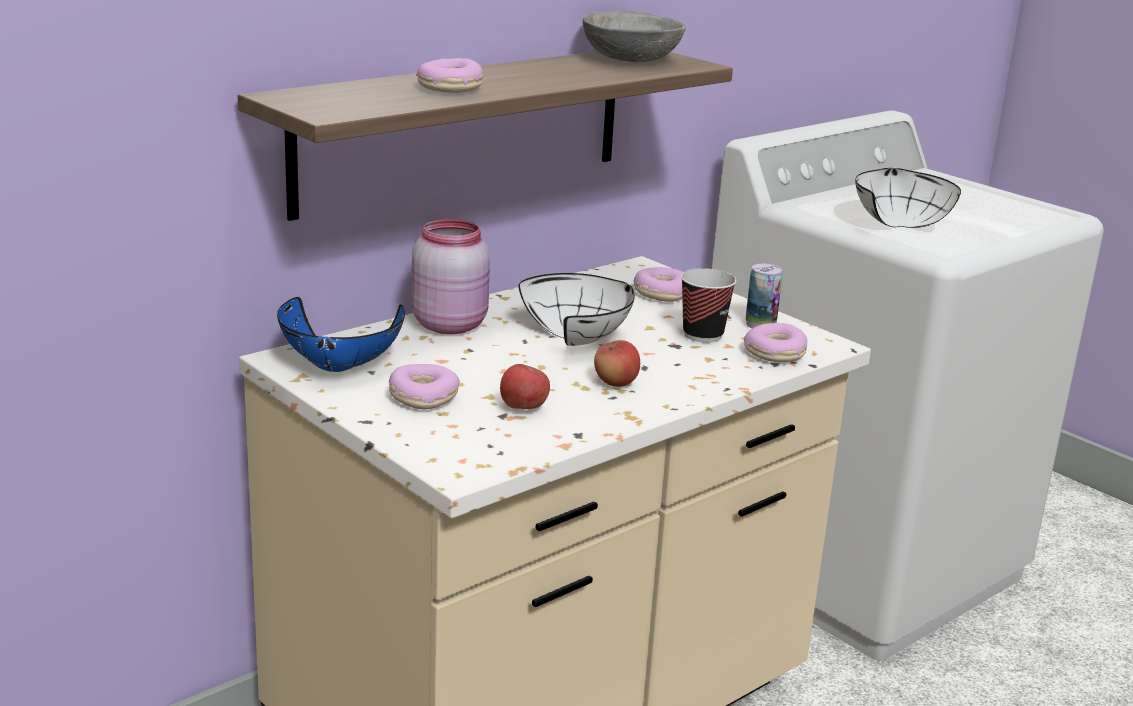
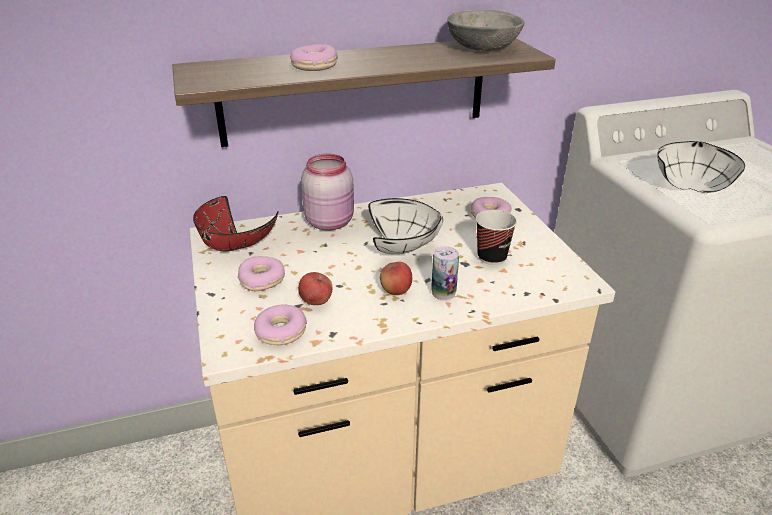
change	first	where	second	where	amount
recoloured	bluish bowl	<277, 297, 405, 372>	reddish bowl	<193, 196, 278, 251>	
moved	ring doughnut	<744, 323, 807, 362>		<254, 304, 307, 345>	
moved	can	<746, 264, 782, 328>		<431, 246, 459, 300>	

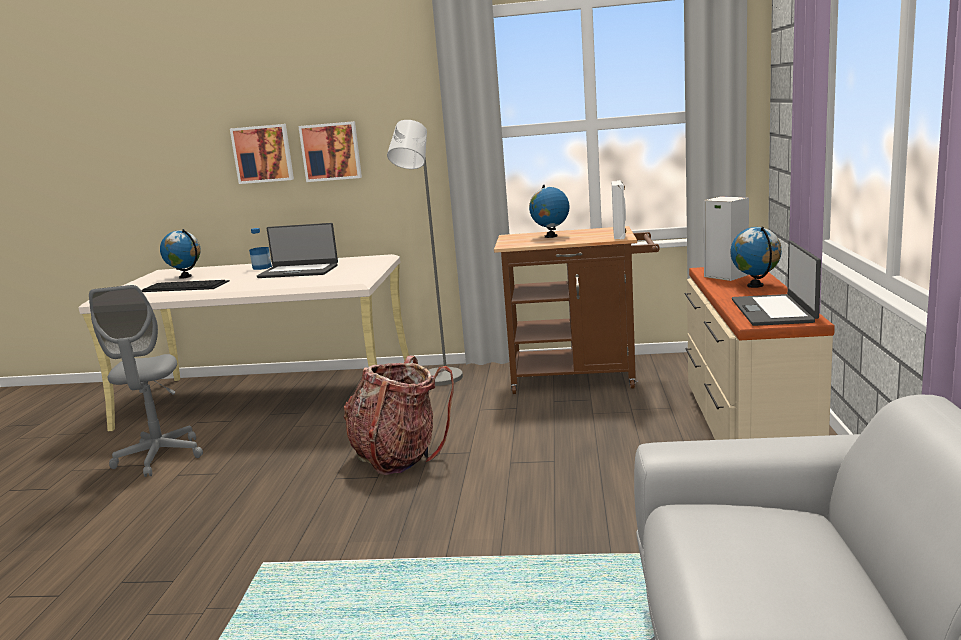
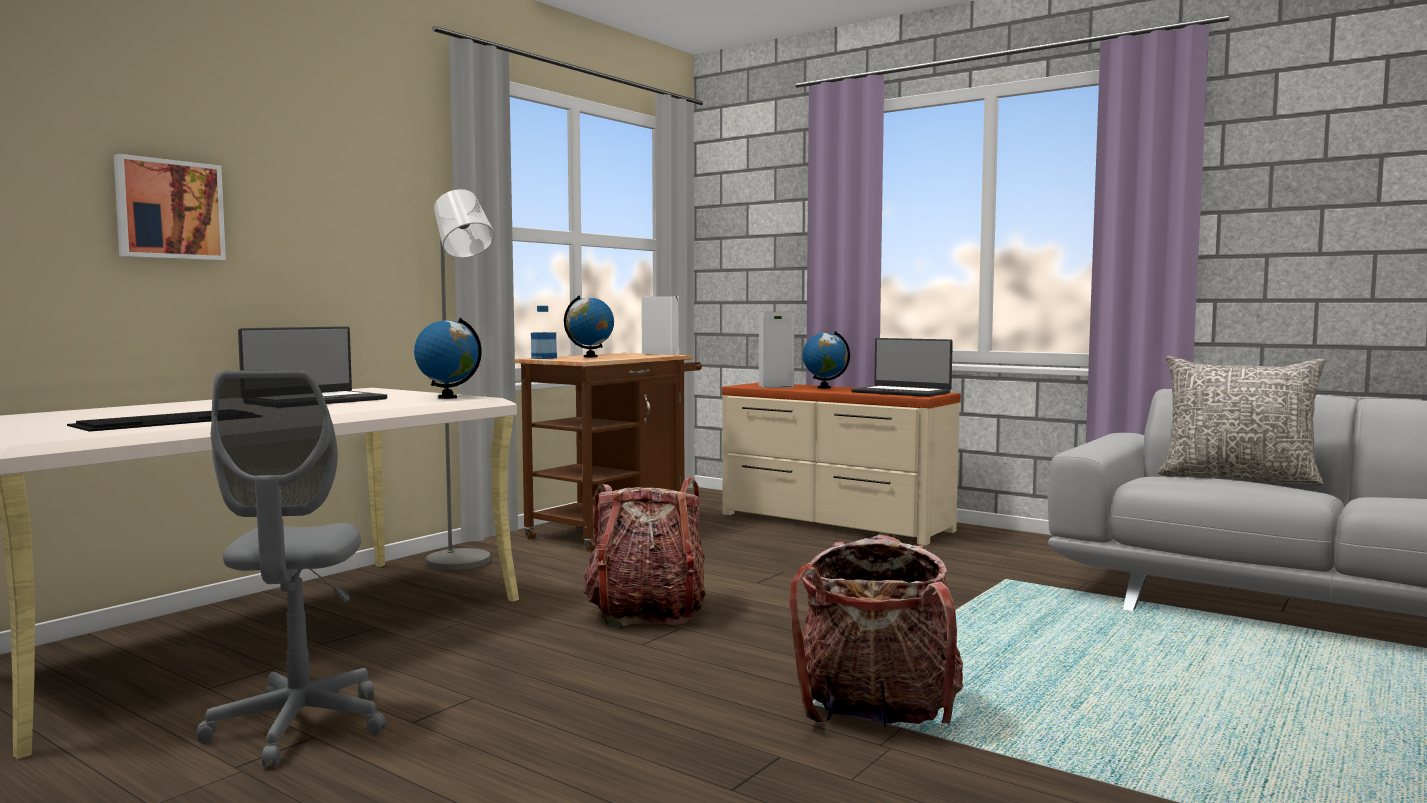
change	first	where	second	where	amount
turned	grey desk chair	<89, 285, 203, 477>		<196, 370, 386, 767>	60 degrees clockwise
moved	desk globe	<160, 229, 201, 279>		<414, 318, 482, 399>	
moved	beverage bottle	<249, 228, 272, 270>		<531, 306, 557, 359>	
added			rucksack	<789, 535, 963, 727>	
added			grey cushion	<1157, 356, 1325, 486>	
removed	wall picture	<298, 121, 362, 182>			

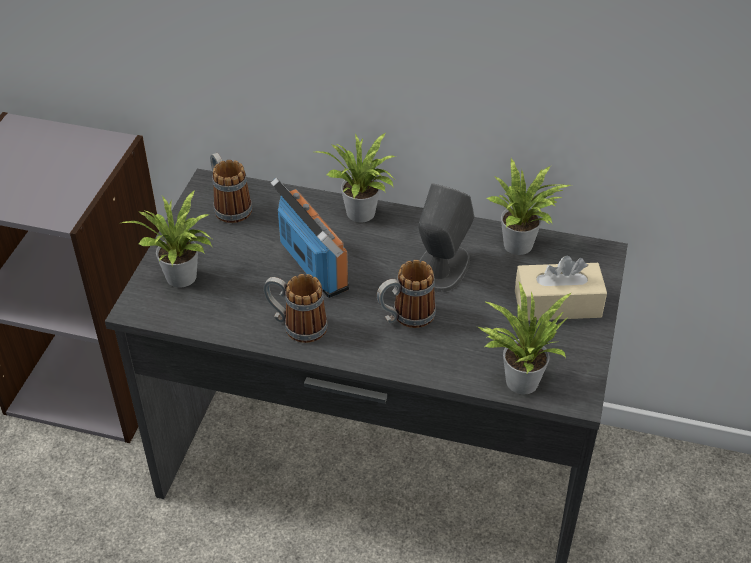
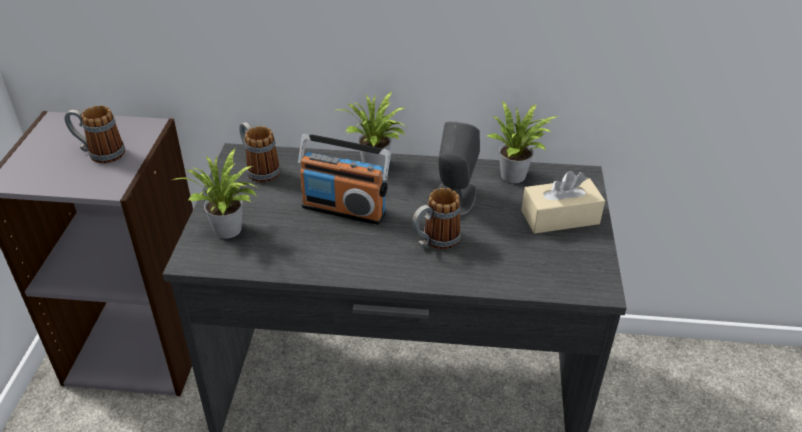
change	first	where	second	where	amount
moved	mug	<263, 274, 328, 343>		<65, 105, 125, 163>	
turned	radio set	<271, 178, 349, 298>		<298, 134, 391, 225>	150 degrees clockwise
removed	houseplant	<478, 282, 571, 394>			

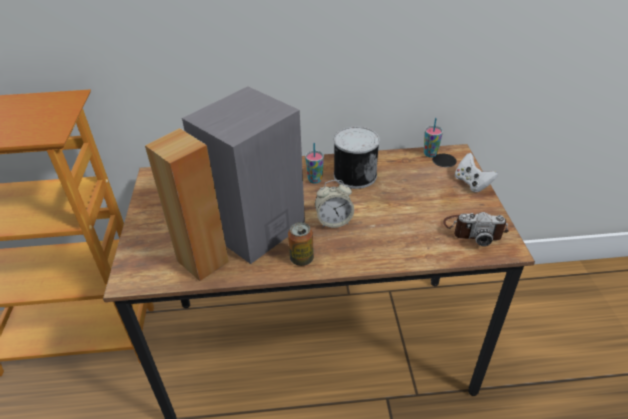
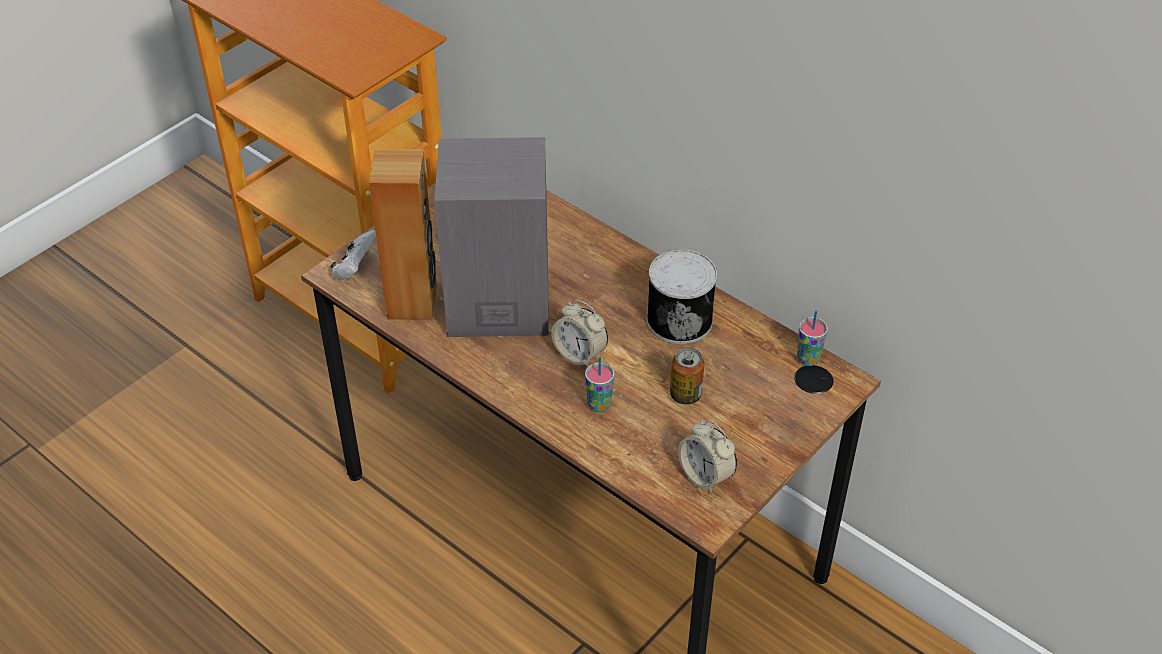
change	first	where	second	where	amount
moved	white gamepad	<455, 153, 498, 192>		<330, 230, 377, 280>	
moved	drinking cup	<305, 143, 324, 184>		<585, 356, 614, 412>	
moved	can	<288, 222, 314, 266>		<670, 348, 704, 405>	
replaced	still camera	<443, 212, 509, 246>	table clock	<678, 420, 737, 493>	

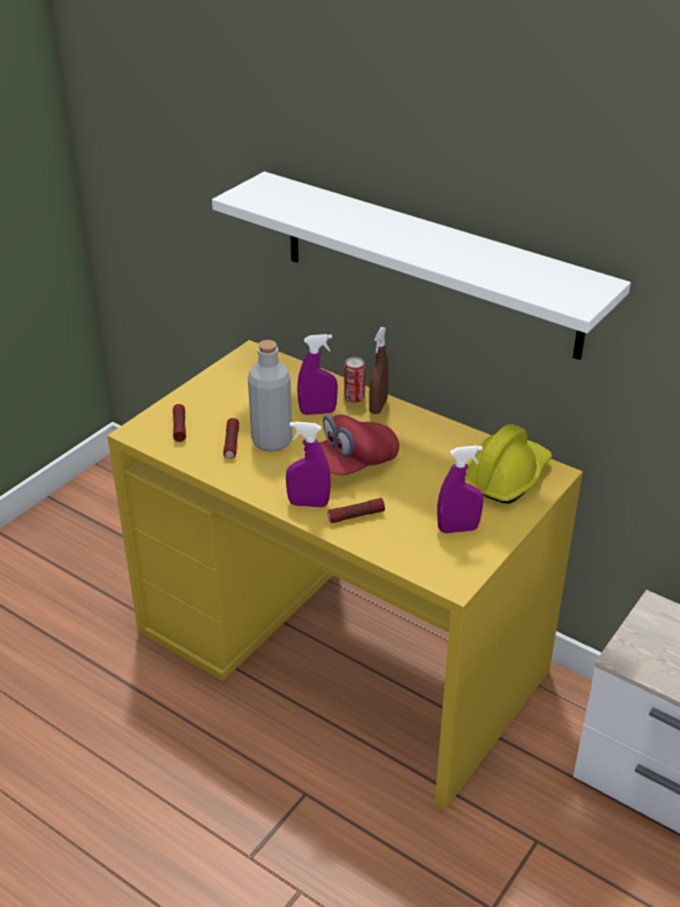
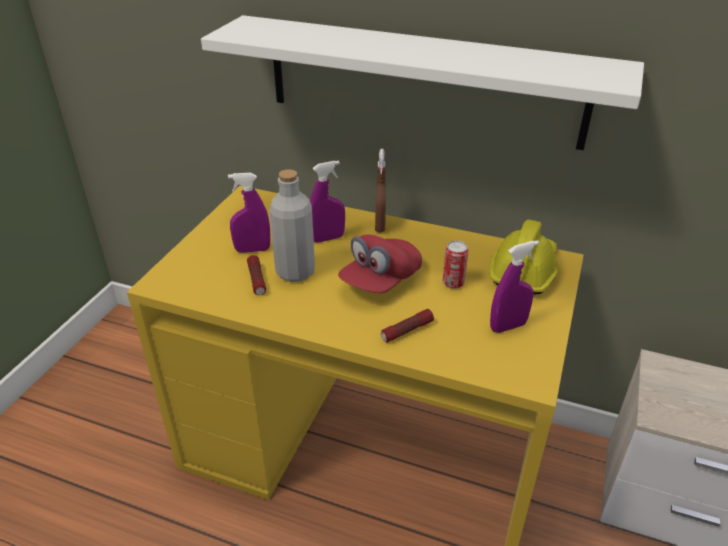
change	first	where	second	where	amount
moved	purplish sprayer	<286, 422, 331, 507>		<228, 173, 271, 253>	
moved	can	<344, 357, 366, 403>		<443, 240, 468, 289>	
removed	hand torch	<173, 404, 186, 442>			

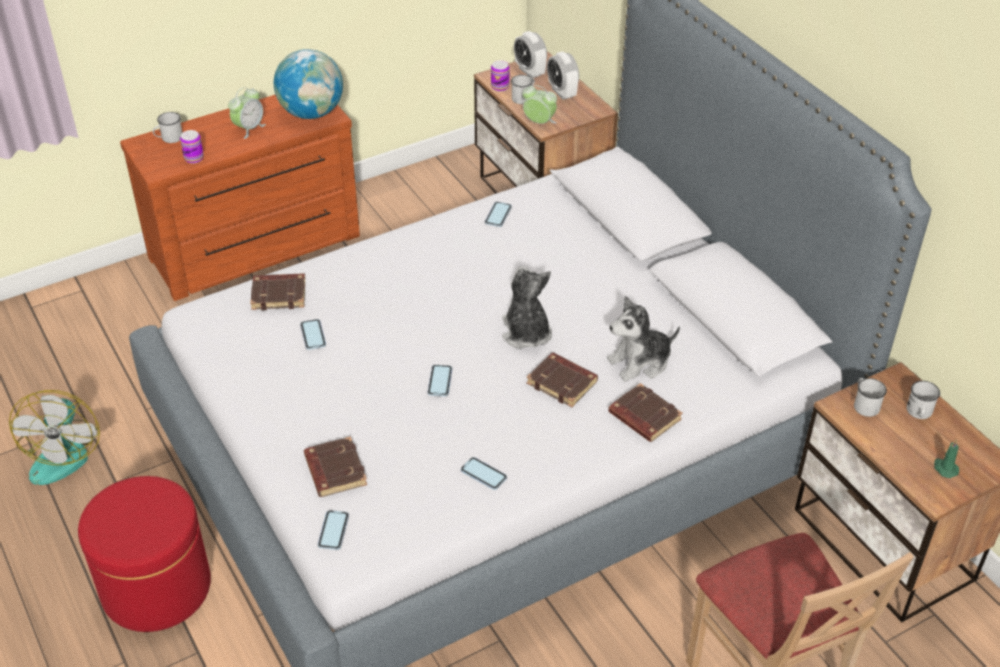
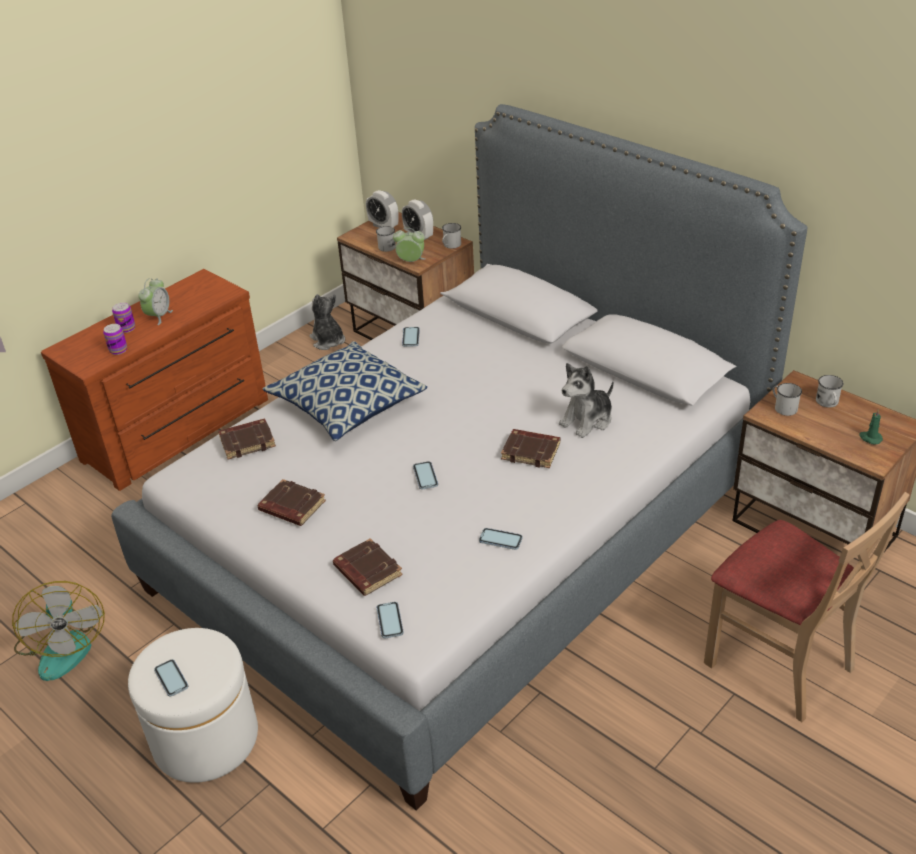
change	first	where	second	where	amount
moved	can	<491, 60, 509, 91>		<112, 302, 135, 333>	
recoloured	reddish footrest	<78, 476, 211, 632>	white footrest	<128, 628, 258, 783>	
moved	handset	<300, 319, 326, 350>		<154, 659, 188, 697>	
moved	brownish bound book	<608, 383, 683, 442>		<258, 479, 326, 526>	
added			cushion	<263, 341, 427, 441>	
moved	soft toy	<502, 266, 552, 349>		<310, 294, 345, 350>	
moved	white mug	<153, 112, 183, 143>		<442, 223, 461, 249>	
removed	desk globe	<274, 49, 343, 119>			

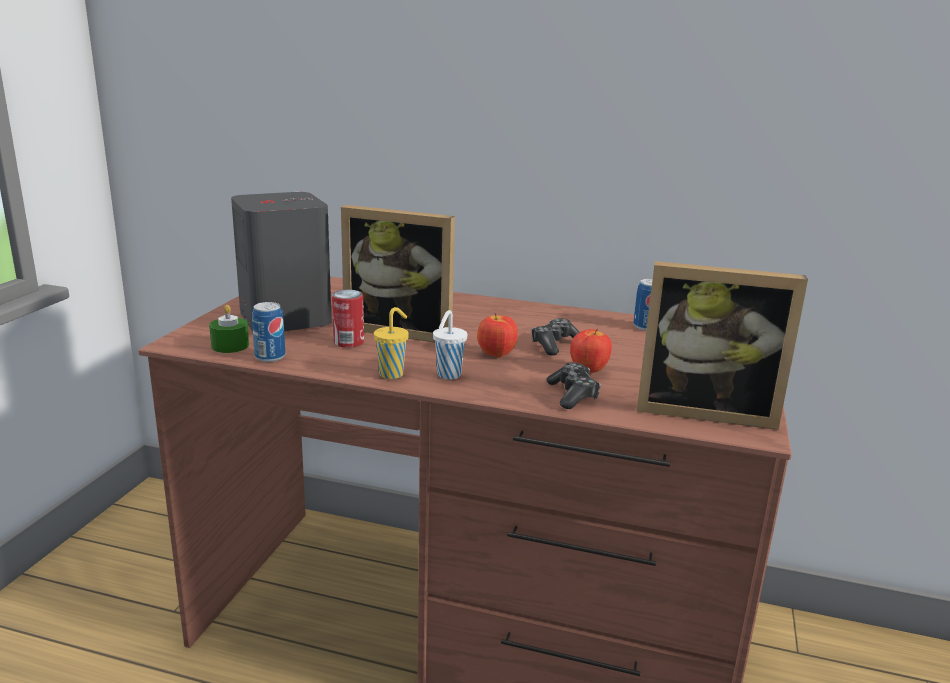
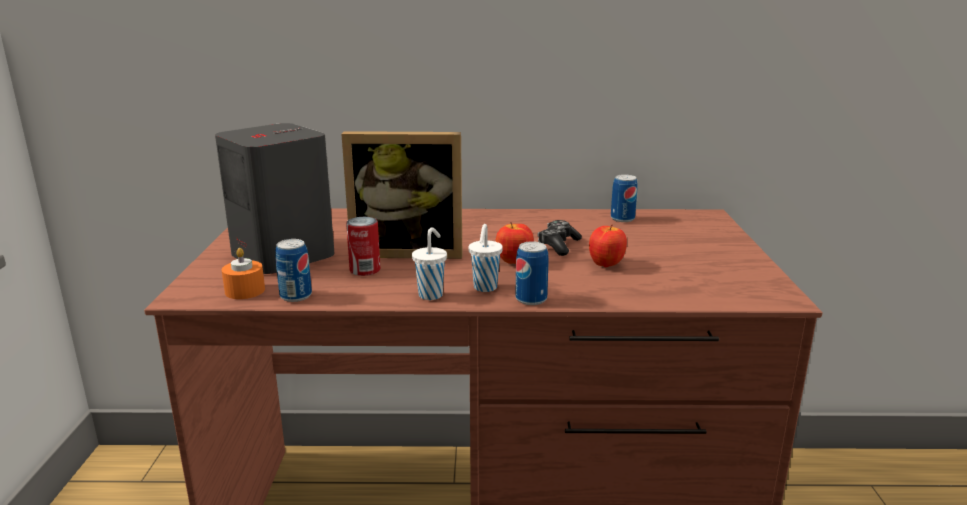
change	first	where	second	where	amount
recoloured	green wax candle	<209, 305, 249, 353>	orange-coloured wax candle	<222, 248, 265, 299>	
recoloured	yellow-coloured drinking cup	<374, 307, 409, 379>	white drinking cup	<412, 228, 447, 300>	
added			can	<515, 241, 549, 305>	
removed	gamepad	<547, 363, 601, 409>			
removed	standing frame	<637, 261, 808, 430>			

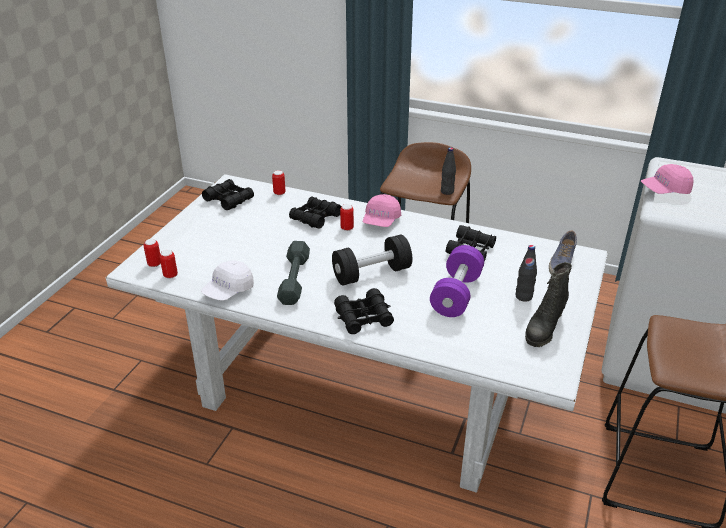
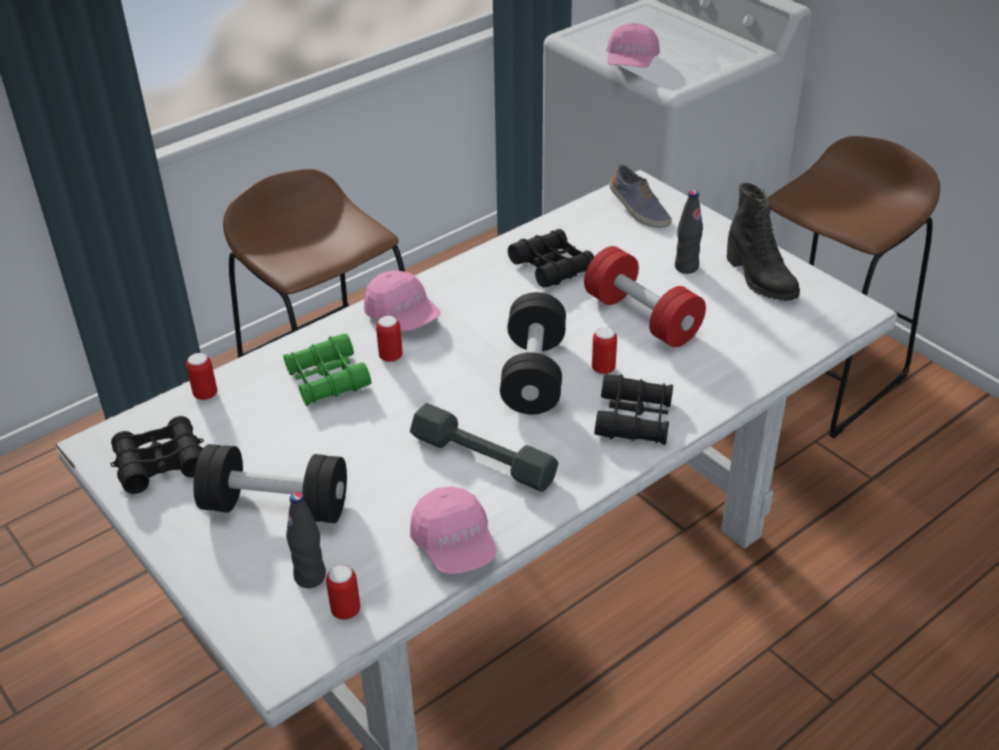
change	first	where	second	where	amount
added			black-coloured dumbbell	<193, 444, 347, 523>	
recoloured	black-coloured field glasses	<289, 197, 342, 229>	green field glasses	<283, 334, 371, 406>	
moved	black-coloured beverage bottle	<441, 147, 456, 195>		<286, 492, 326, 588>	
recoloured	white cap	<201, 260, 254, 301>	pink cap	<410, 486, 497, 574>	
recoloured	purplish dumbbell	<430, 245, 484, 317>	reddish dumbbell	<584, 246, 706, 347>	
moved	can	<144, 239, 161, 267>		<592, 327, 617, 375>	

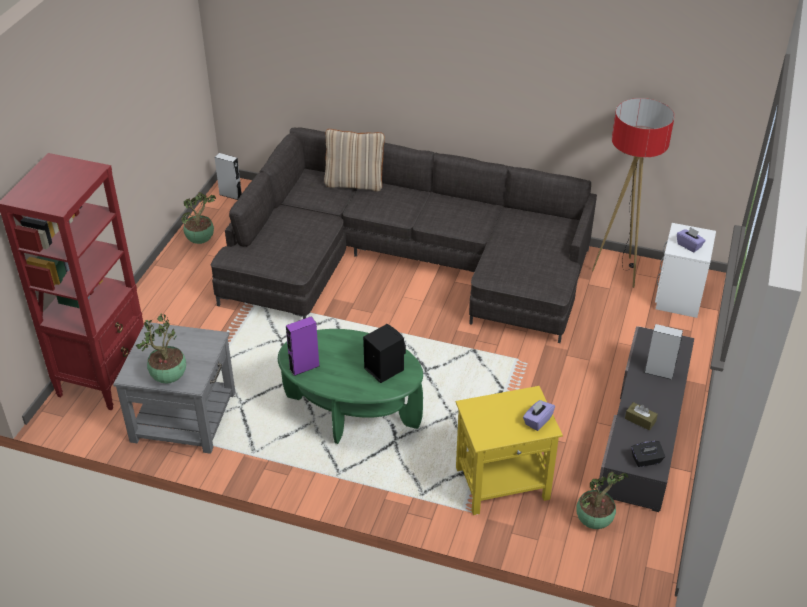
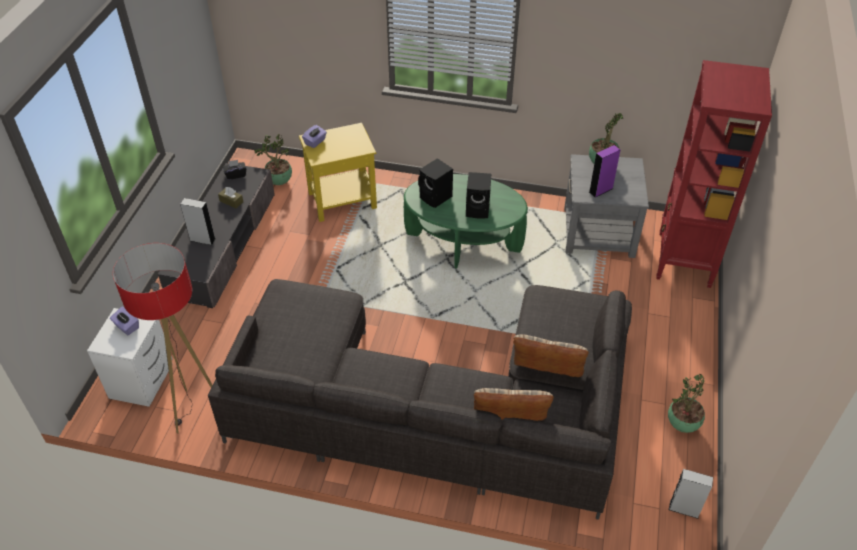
change	first	where	second	where	amount
added			black-coloured audio speaker	<466, 172, 491, 219>	
added			sand-coloured cushion	<513, 335, 589, 377>	
moved	purplish audio speaker	<286, 316, 320, 376>		<589, 145, 620, 198>	

